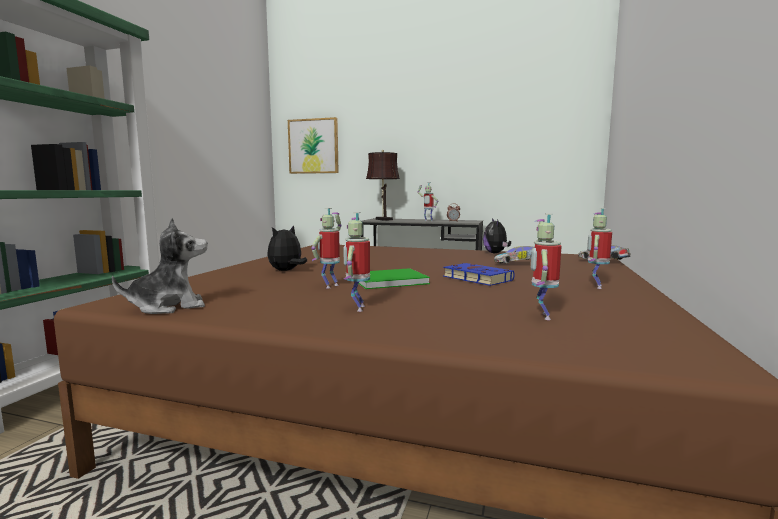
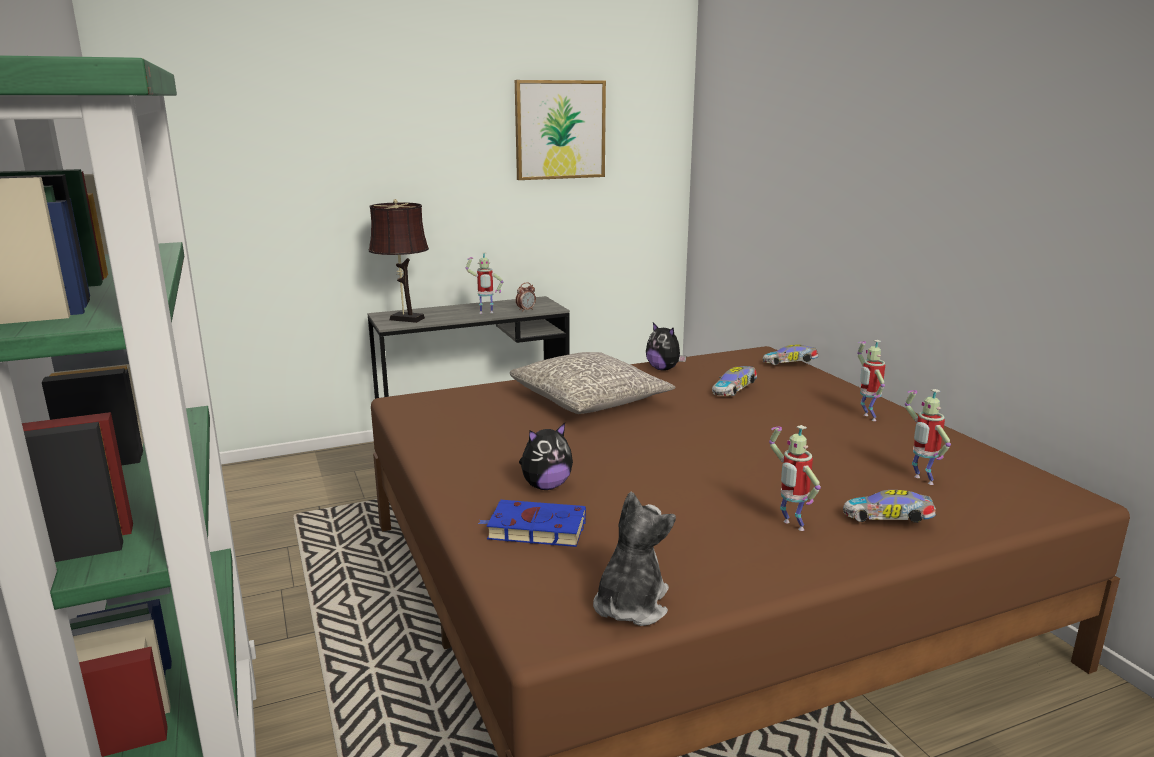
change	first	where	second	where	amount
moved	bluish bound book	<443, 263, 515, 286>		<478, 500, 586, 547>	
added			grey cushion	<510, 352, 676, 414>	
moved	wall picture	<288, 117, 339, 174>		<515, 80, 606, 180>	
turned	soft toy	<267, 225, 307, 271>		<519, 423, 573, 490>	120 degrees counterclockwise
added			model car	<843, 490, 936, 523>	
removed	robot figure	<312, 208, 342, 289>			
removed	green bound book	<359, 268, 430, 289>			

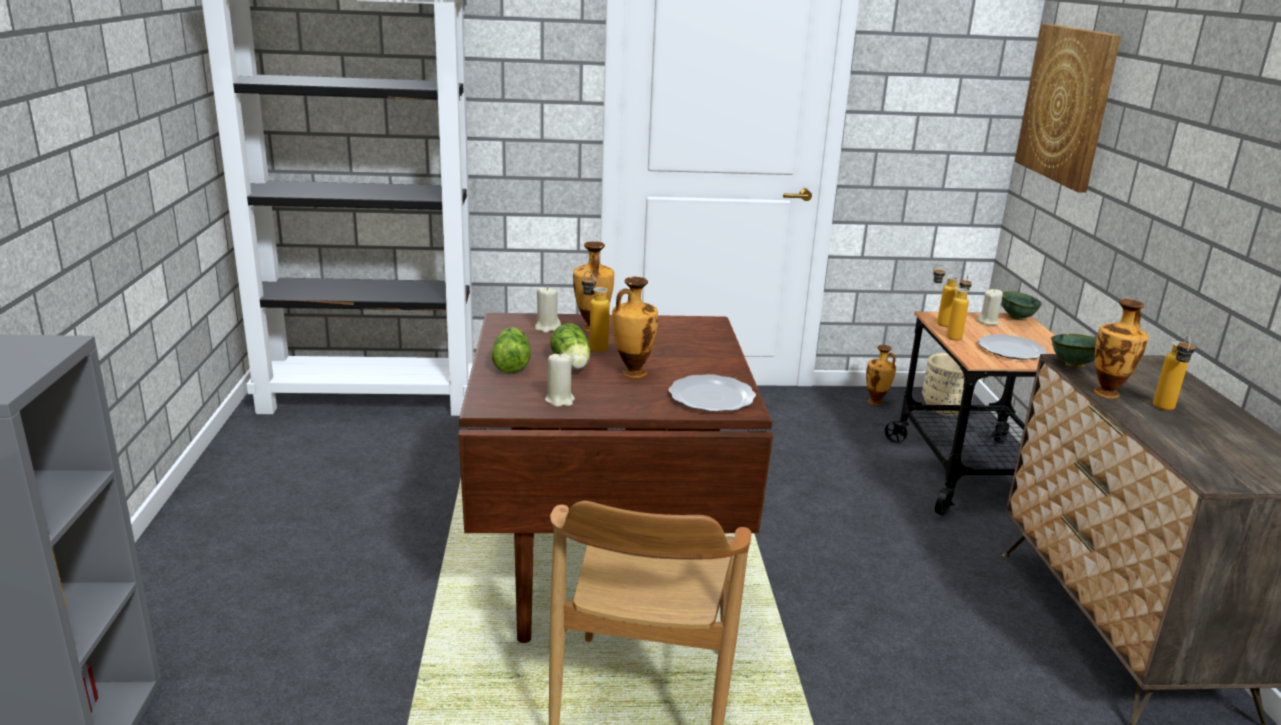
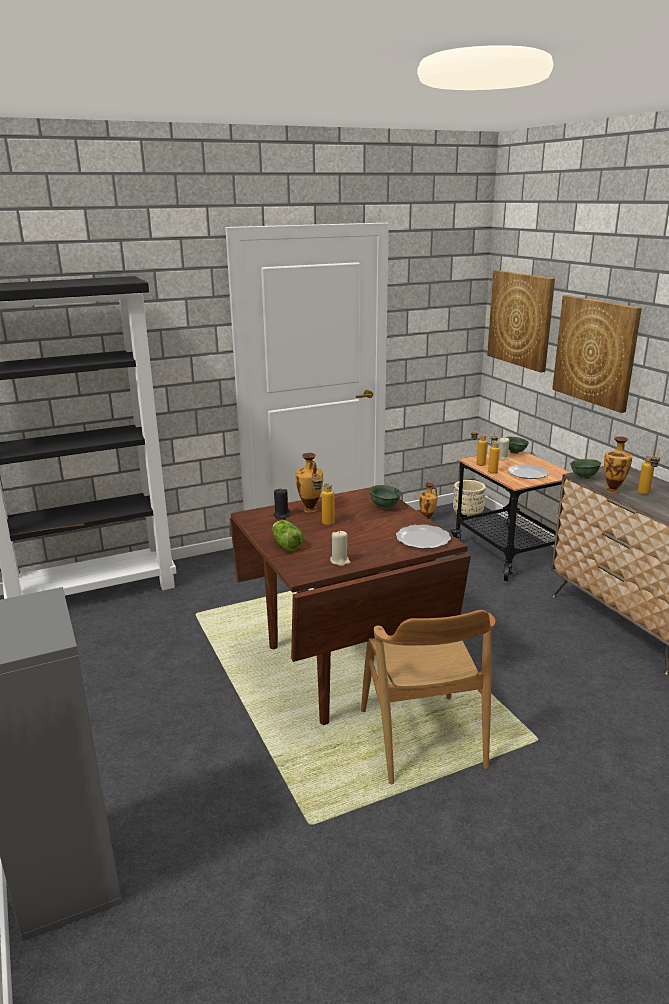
change	first	where	second	where	amount
recoloured	sand-coloured wax candle	<535, 286, 561, 333>	black-coloured wax candle	<273, 489, 291, 519>	
added			green bowl	<369, 485, 402, 509>	
added			wall picture	<552, 295, 642, 413>	
removed	lettuce head	<550, 323, 591, 369>			
removed	flower vase	<612, 277, 658, 378>			

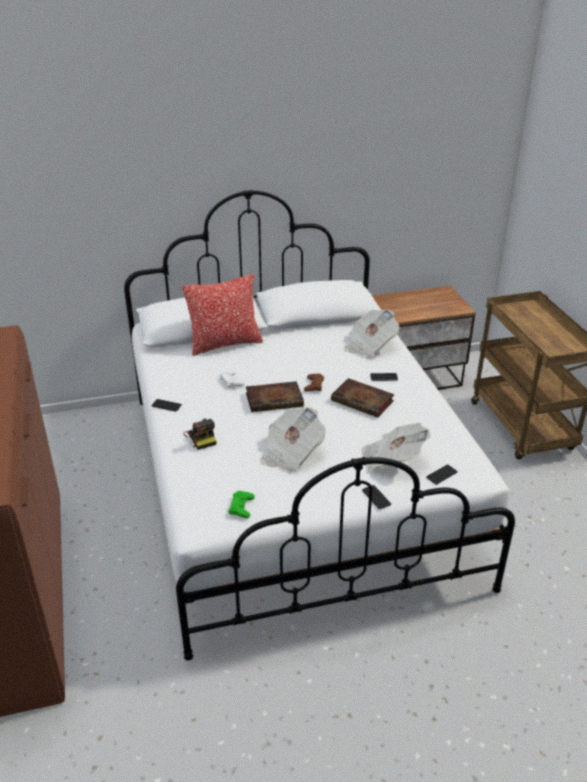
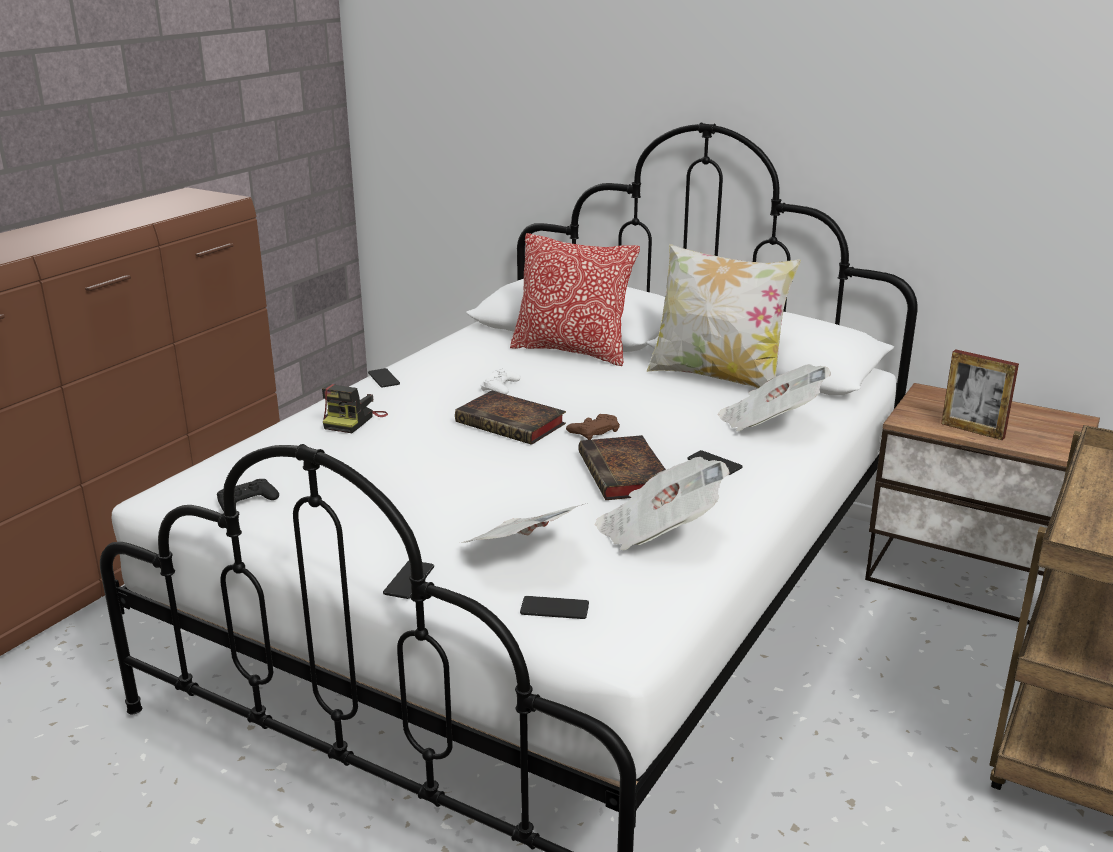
change	first	where	second	where	amount
recoloured	green gamepad	<229, 491, 255, 518>	black-coloured gamepad	<217, 479, 279, 511>	
moved	printed paper	<261, 407, 326, 471>		<595, 457, 729, 551>	
added			cushion	<647, 244, 801, 389>	
added			standing frame	<941, 349, 1019, 440>	

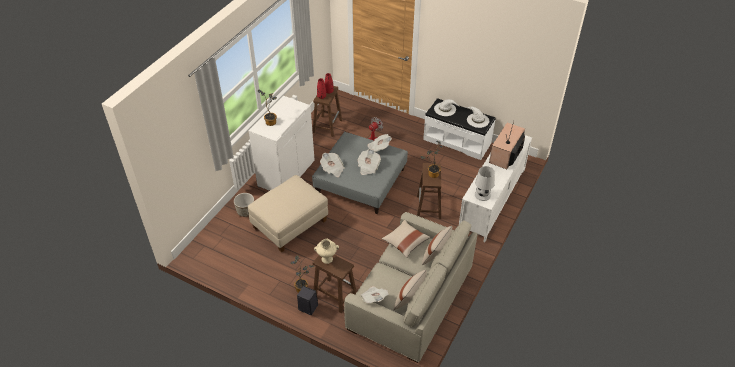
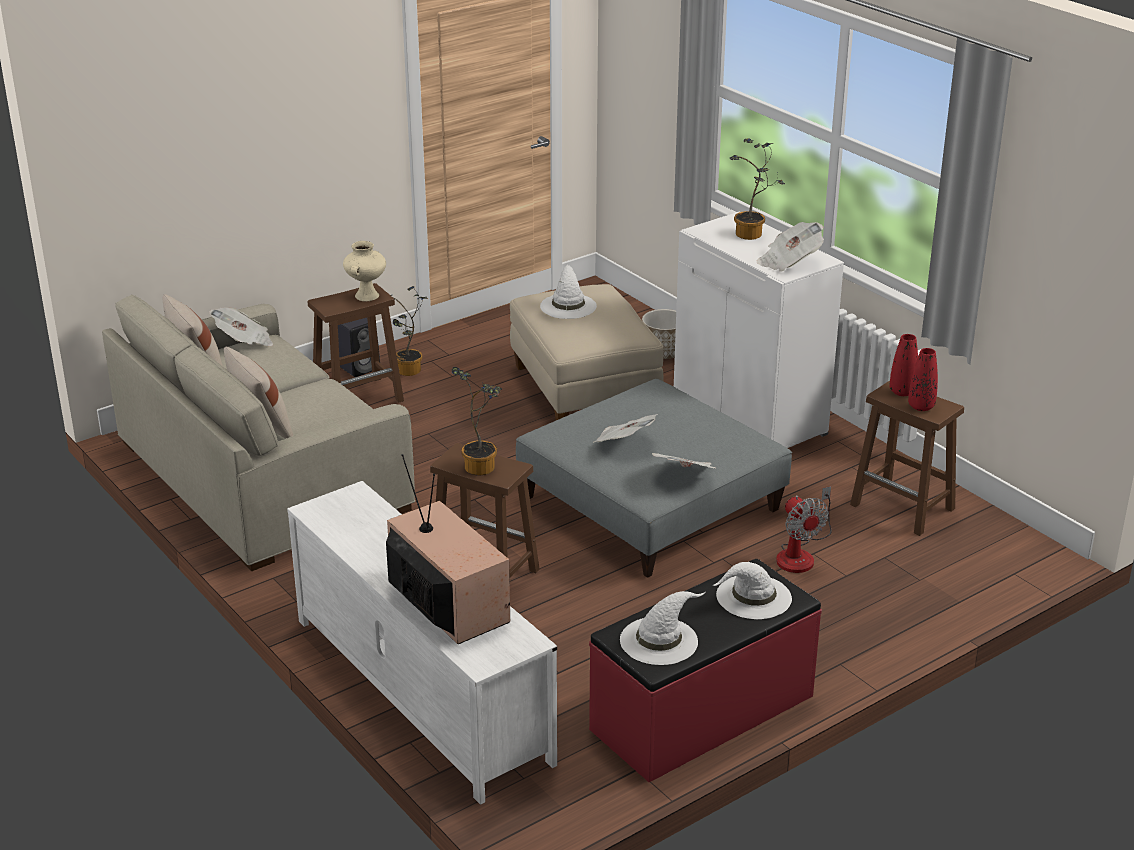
change	first	where	second	where	amount
added			white hat	<540, 264, 597, 319>	
recoloured	white long seat	<423, 98, 496, 160>	reddish long seat	<589, 559, 822, 782>	
moved	printed paper	<320, 153, 345, 177>		<757, 222, 824, 271>	
removed	sand-coloured cushion	<381, 220, 430, 258>			
removed	white tabletop lamp	<475, 166, 495, 201>			

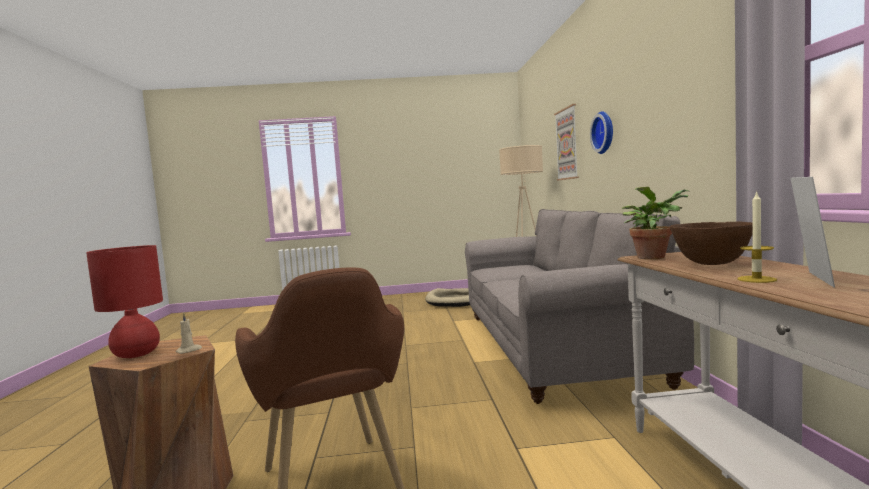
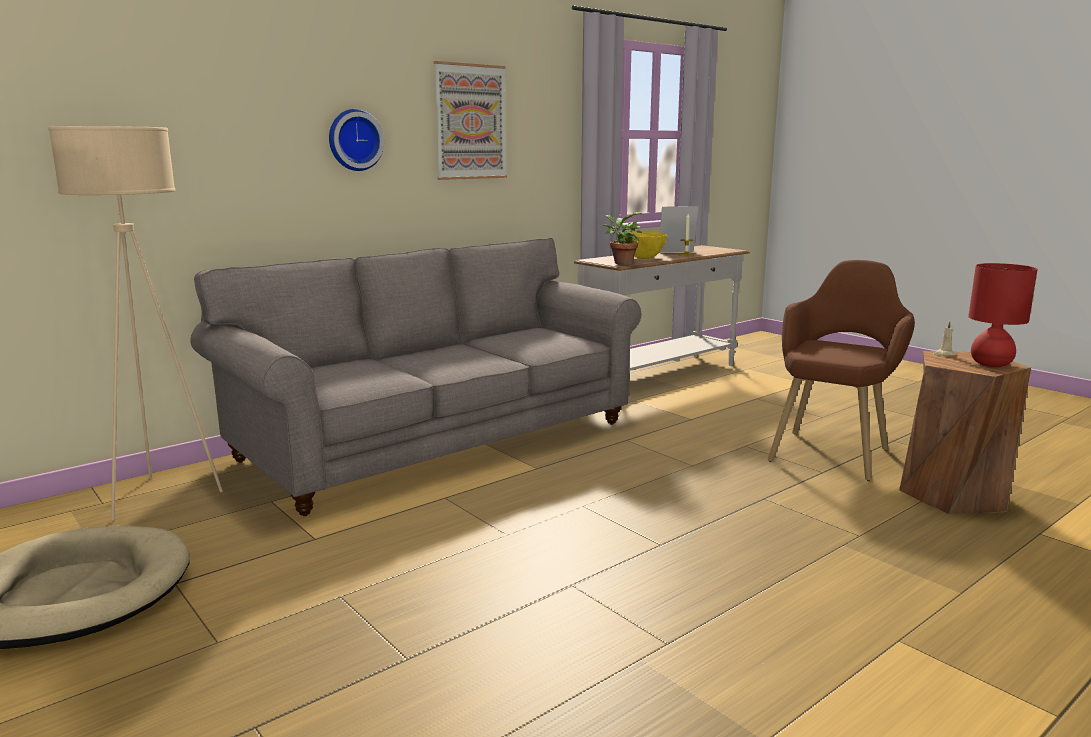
change	first	where	second	where	amount
moved	wall picture	<554, 104, 579, 181>		<434, 61, 507, 180>	
recoloured	brownish bowl	<670, 222, 752, 265>	yellow-coloured bowl	<624, 232, 667, 259>	

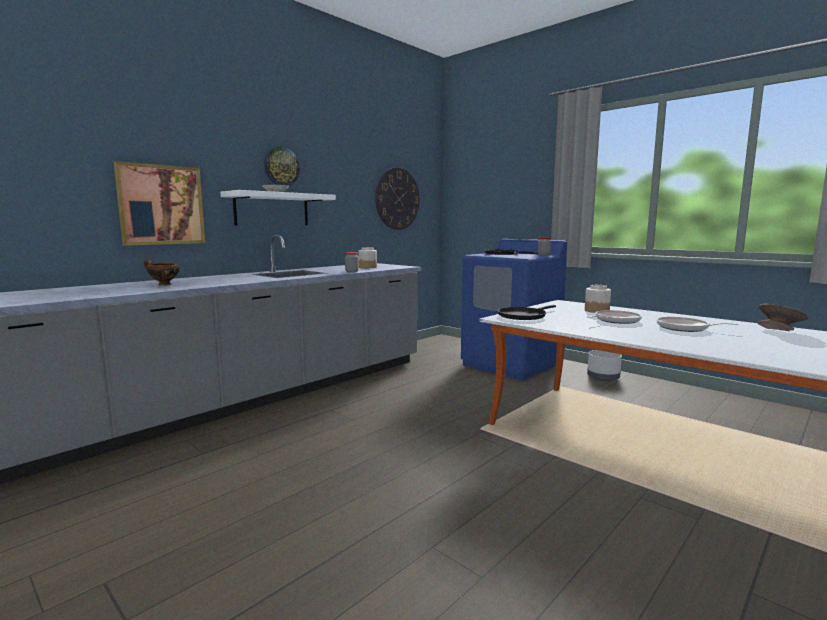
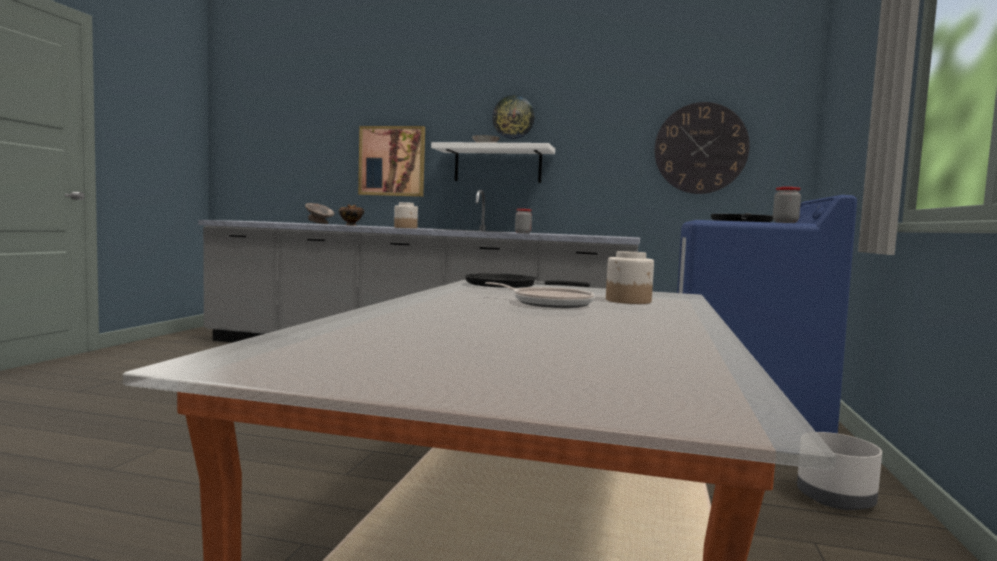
change	first	where	second	where	amount
moved	grey bowl	<758, 304, 809, 331>		<305, 203, 334, 224>	
moved	jar	<358, 247, 377, 268>		<394, 202, 418, 229>	
removed	frying pan	<656, 317, 738, 332>			

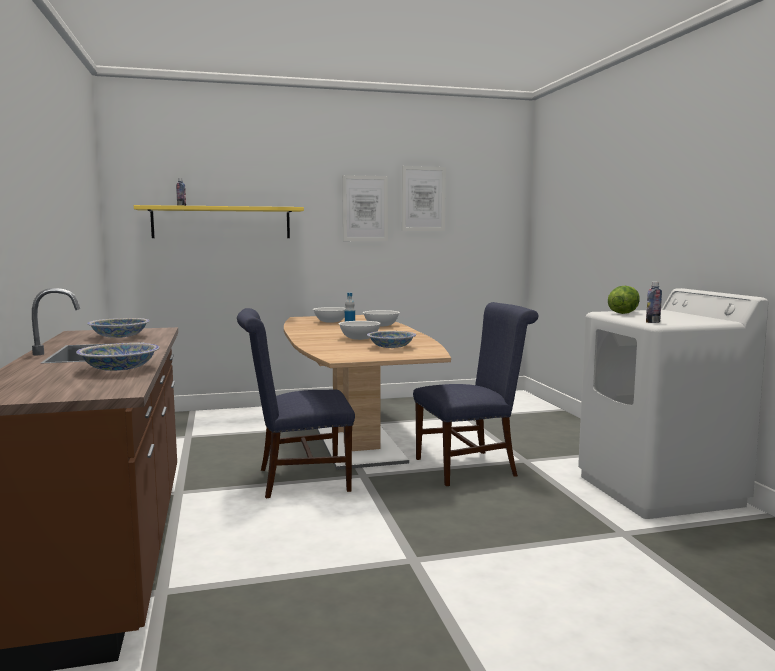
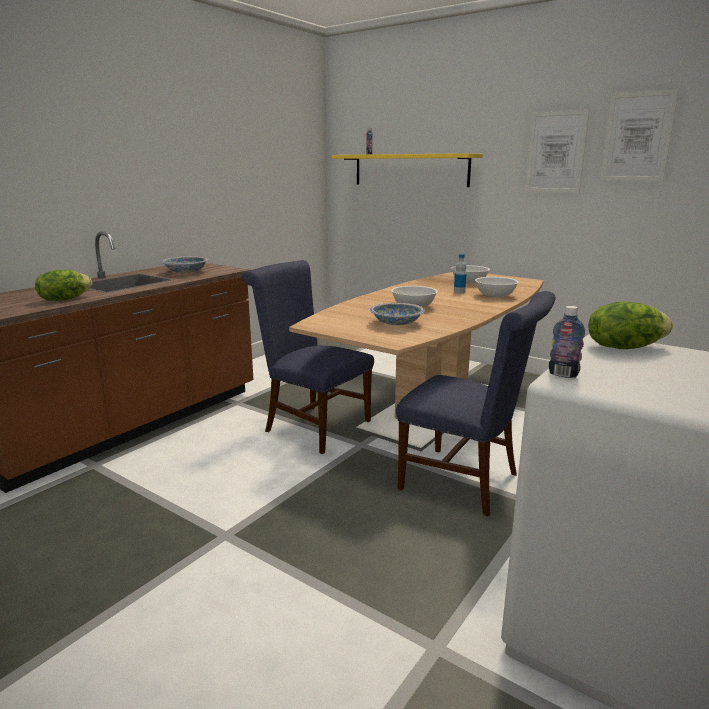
change	first	where	second	where	amount
replaced	bowl	<76, 343, 159, 371>	lettuce head	<35, 270, 92, 301>	

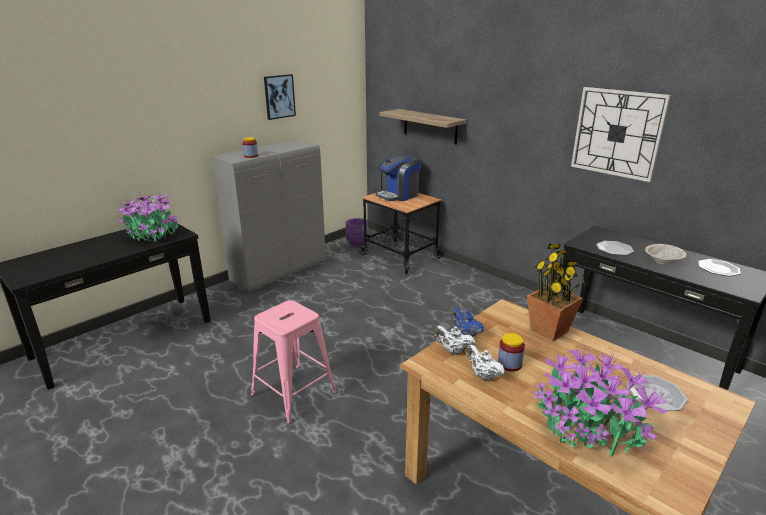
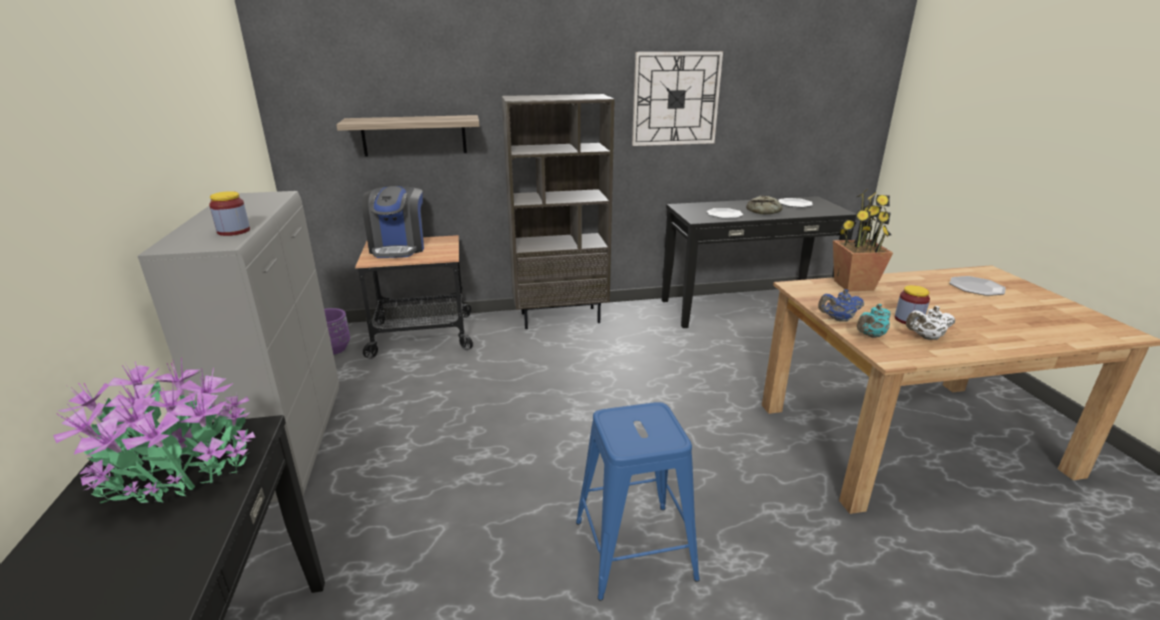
change	first	where	second	where	amount
added			brownish bookshelf	<502, 94, 615, 329>	
recoloured	pink sitting stool	<251, 300, 336, 424>	bluish sitting stool	<576, 402, 700, 601>	
replaced	sand-coloured bowl	<645, 244, 687, 264>	bakery bread	<746, 195, 782, 214>	
recoloured	white teapot	<434, 326, 475, 355>	blue-green teapot	<857, 304, 891, 338>	
removed	wall picture	<264, 74, 296, 120>			
removed	houseplant	<533, 345, 668, 456>			

